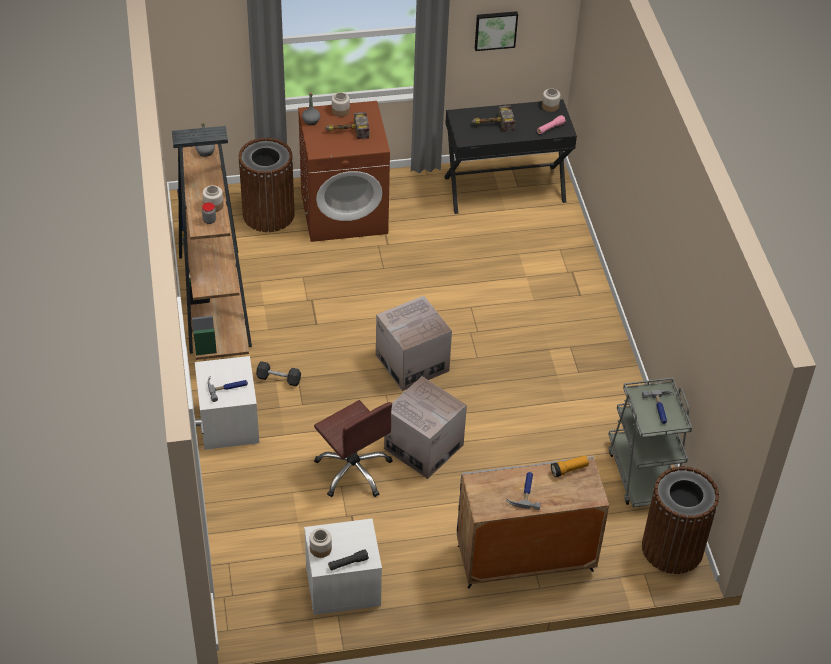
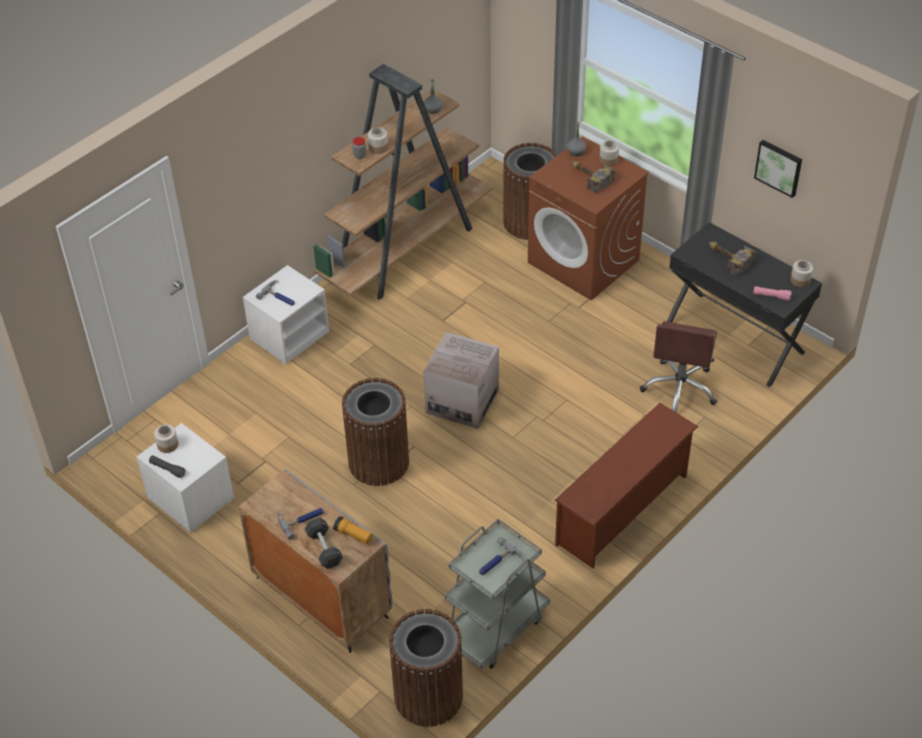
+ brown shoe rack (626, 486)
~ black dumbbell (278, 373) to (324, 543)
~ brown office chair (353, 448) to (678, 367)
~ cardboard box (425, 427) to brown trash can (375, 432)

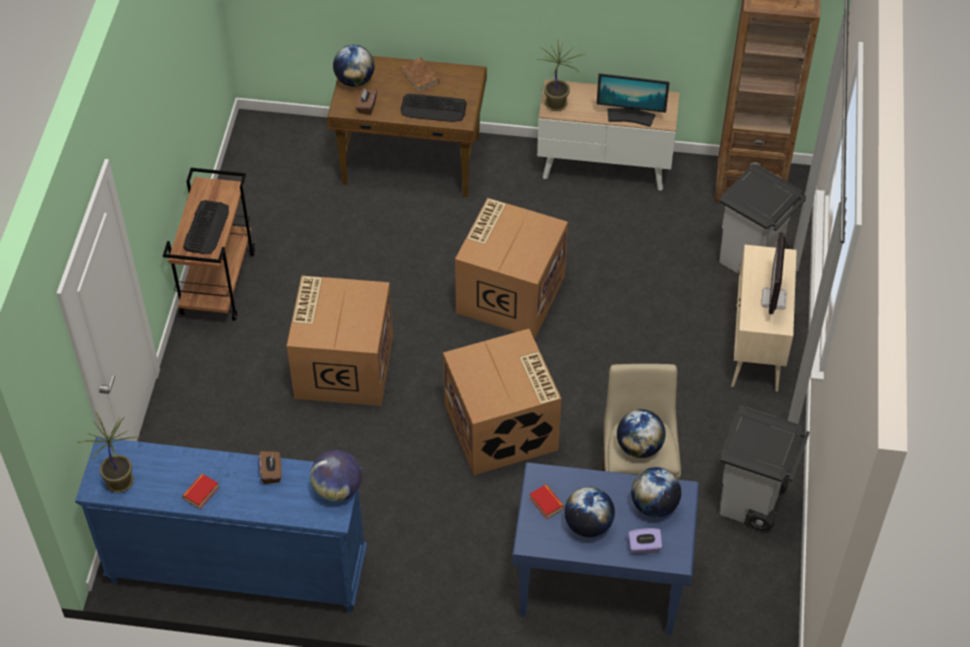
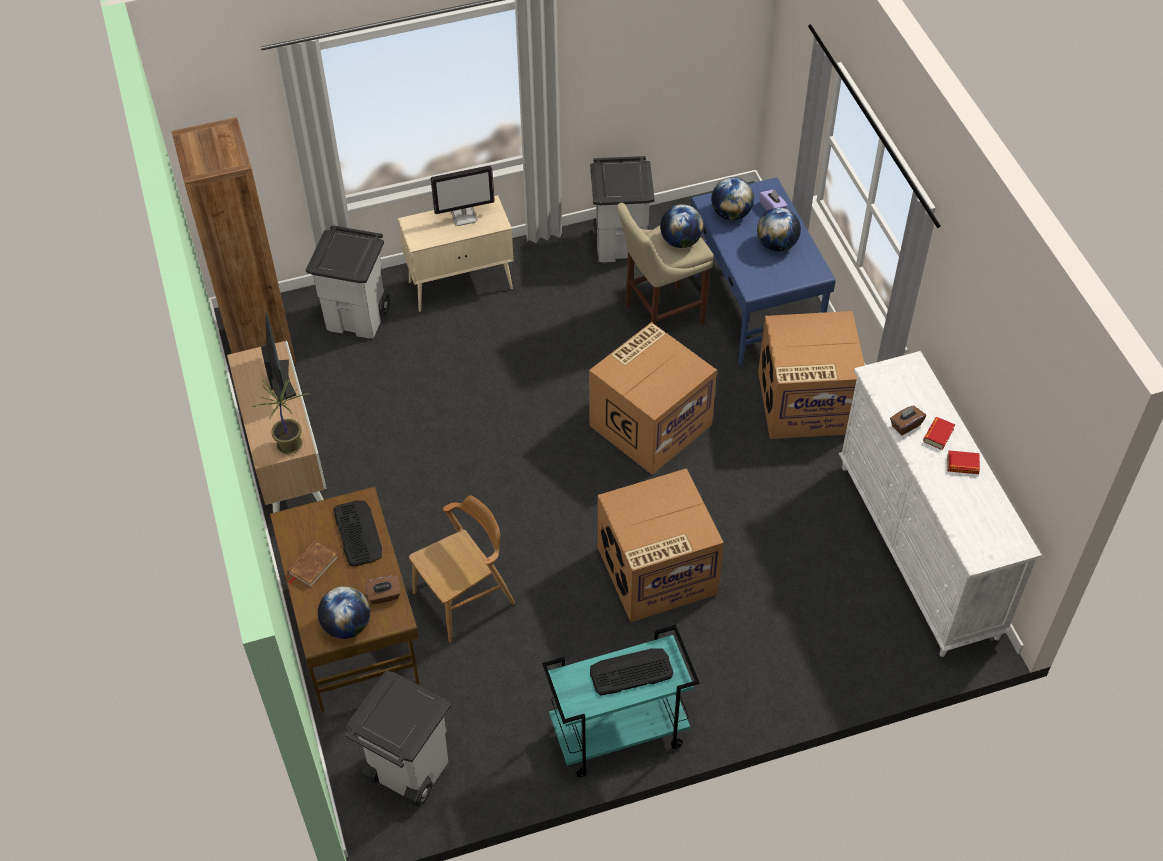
- potted plant (109, 453)
- globe (336, 476)
+ grey trash can (398, 738)
+ brown chair (462, 568)
~ cardboard box (511, 268) to (811, 375)
~ book (547, 502) to (939, 433)
~ blue dresser (221, 525) to white dresser (940, 504)
~ brown cart (209, 244) to turquoise cart (621, 701)

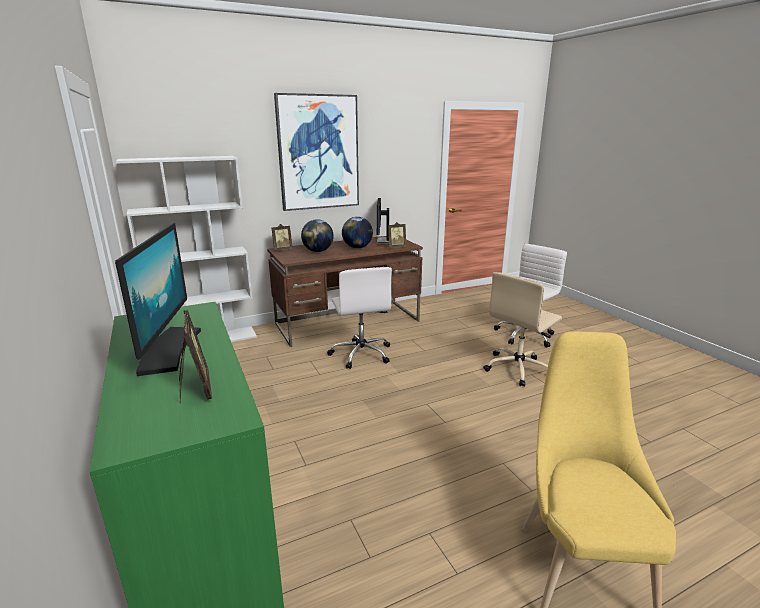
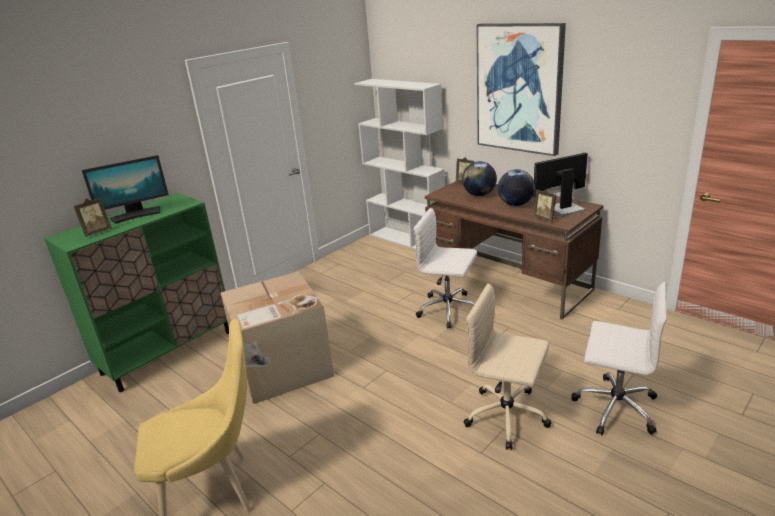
+ cardboard box (277, 338)
~ white office chair (359, 318) = (445, 268) 60 degrees clockwise

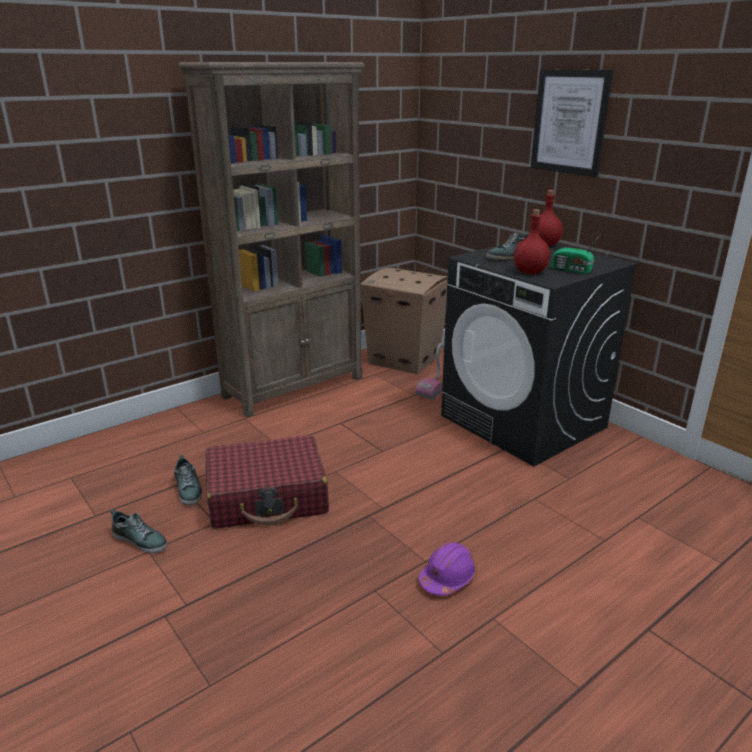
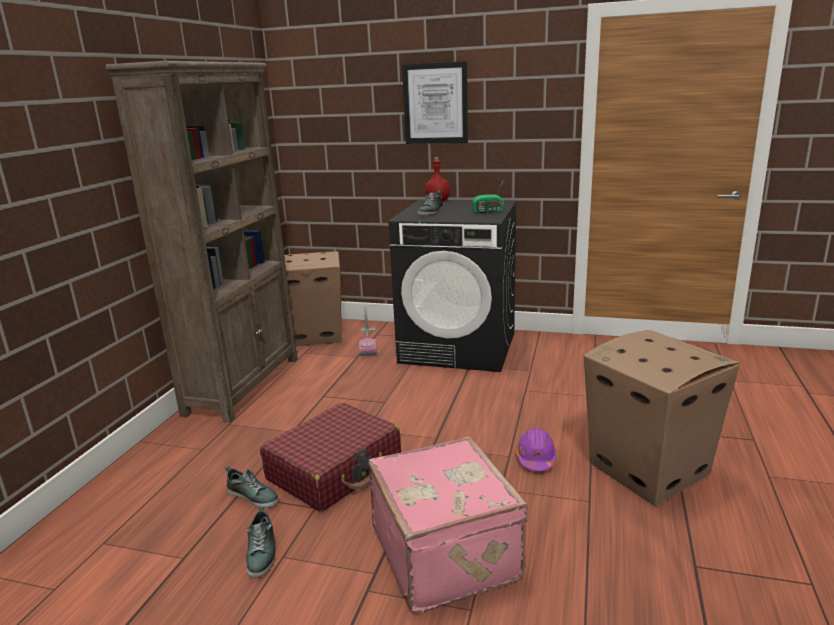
- red bottle (532, 241)
+ pink suitcase (448, 524)
+ cardboard box (661, 418)
~ shoe (139, 531) = (260, 542) 90 degrees clockwise

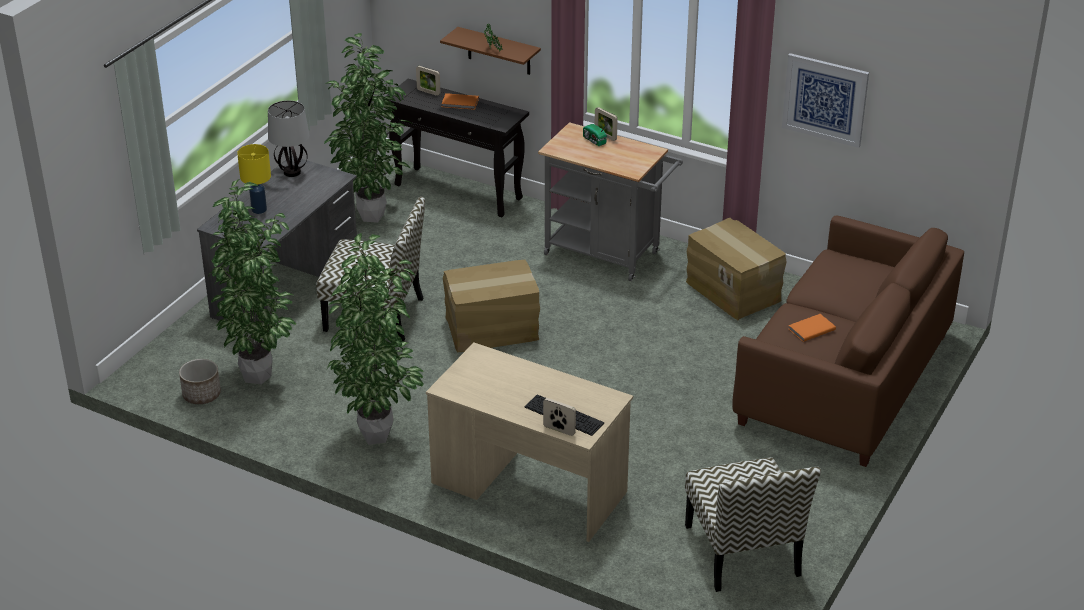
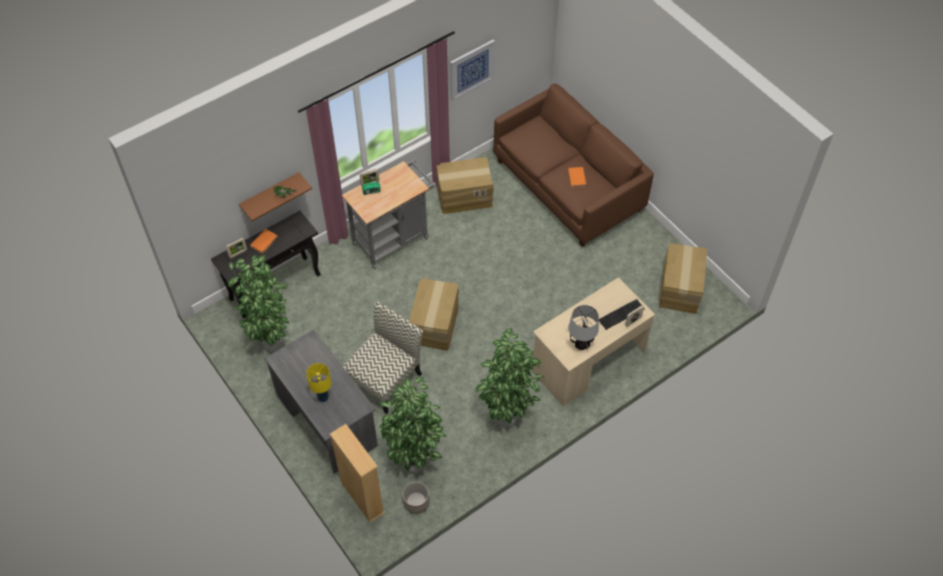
+ beige bookcase (357, 473)
~ table lamp (288, 138) to (583, 327)
~ chair (753, 524) to cardboard box (683, 278)

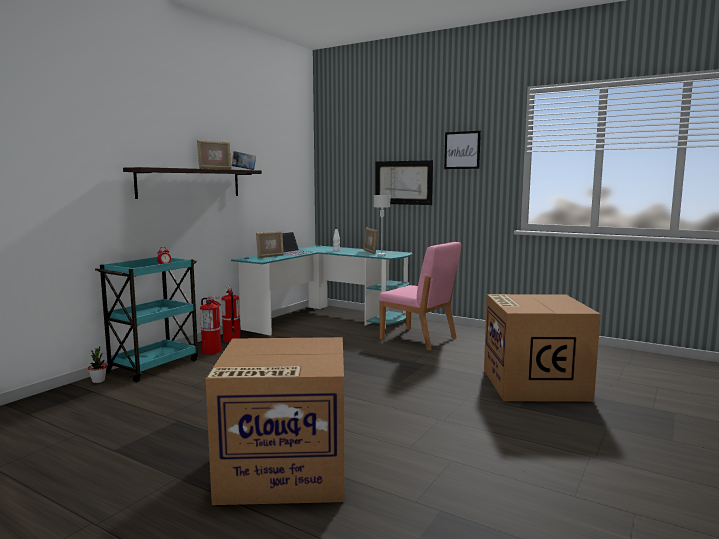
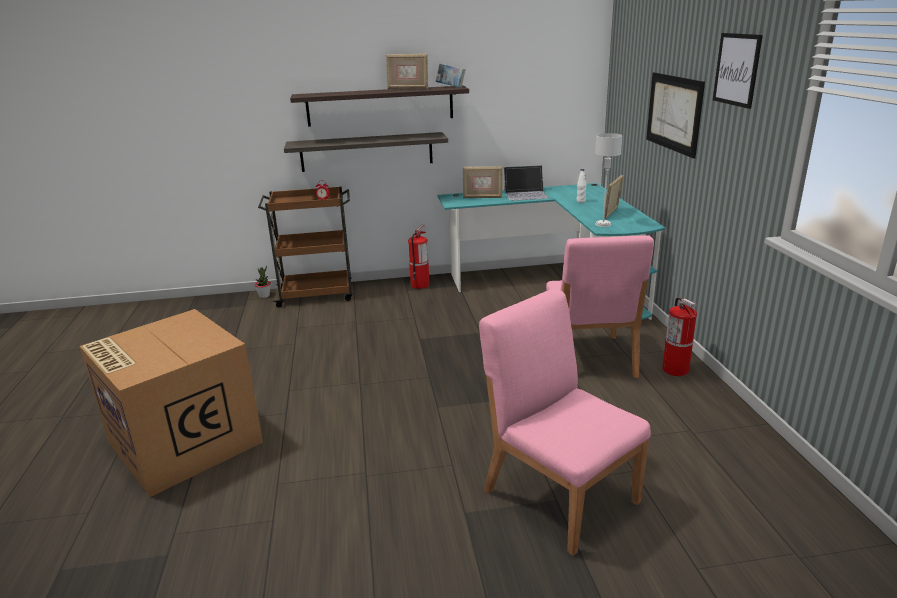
+ shelf (366, 152)
~ fire extinguisher (210, 325) to (679, 336)
~ cardboard box (542, 348) to pink chair (565, 422)
~ turquoise cart (146, 319) to brown cart (305, 246)

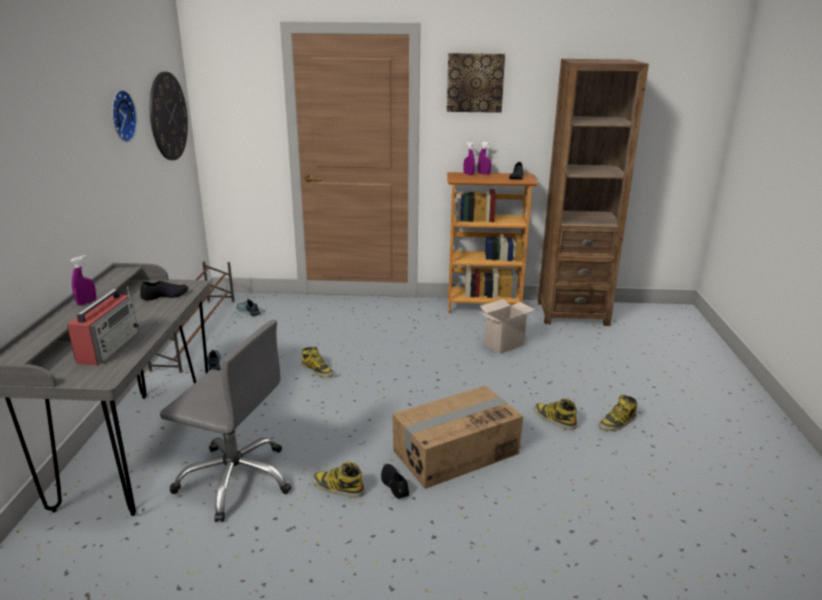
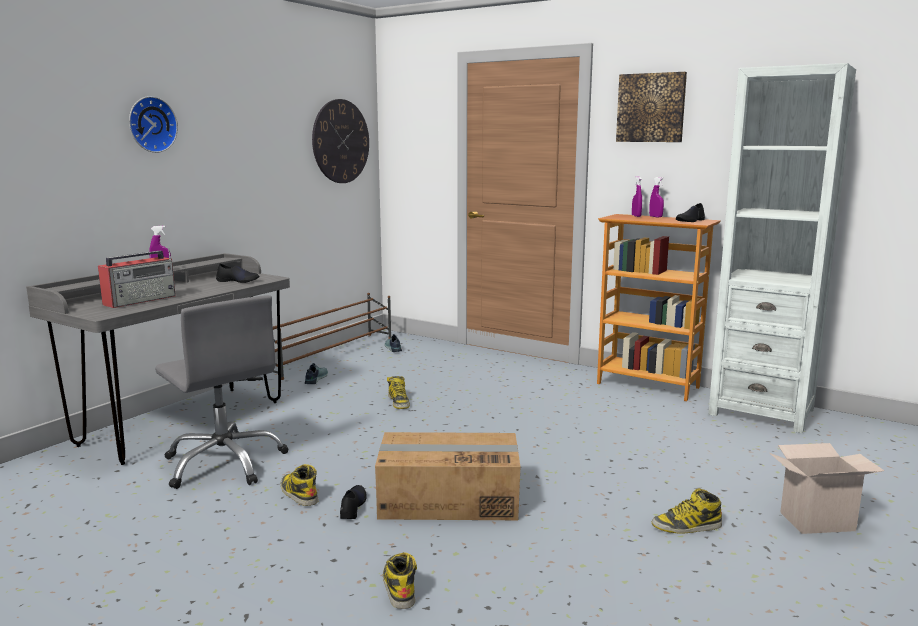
~ wall clock (124, 116) to (153, 124)
~ cardboard box (506, 326) to (827, 488)
~ boot (555, 414) to (400, 580)
~ brown bookcase (593, 192) to white bookcase (782, 248)

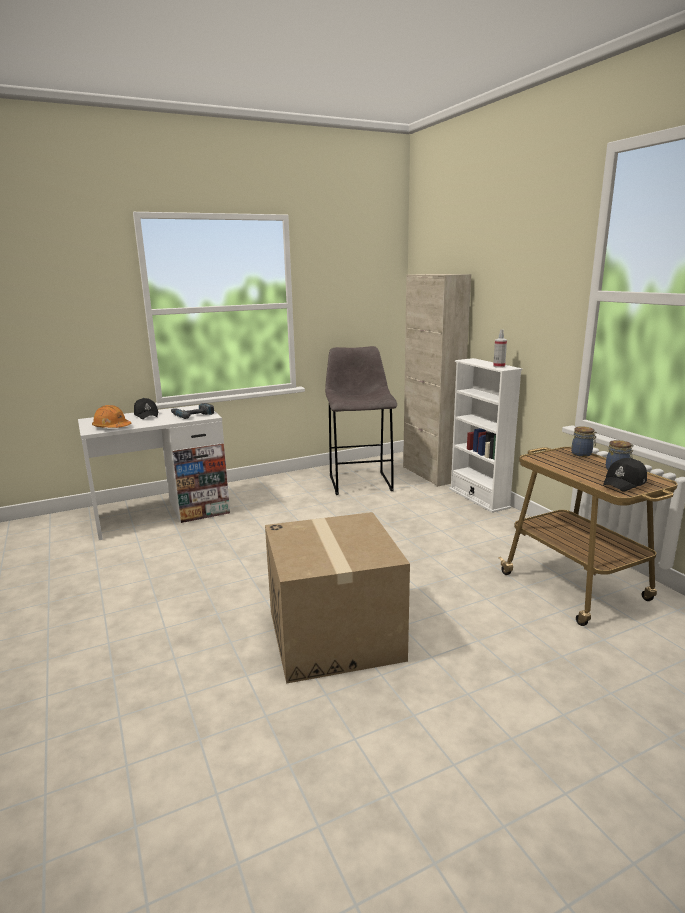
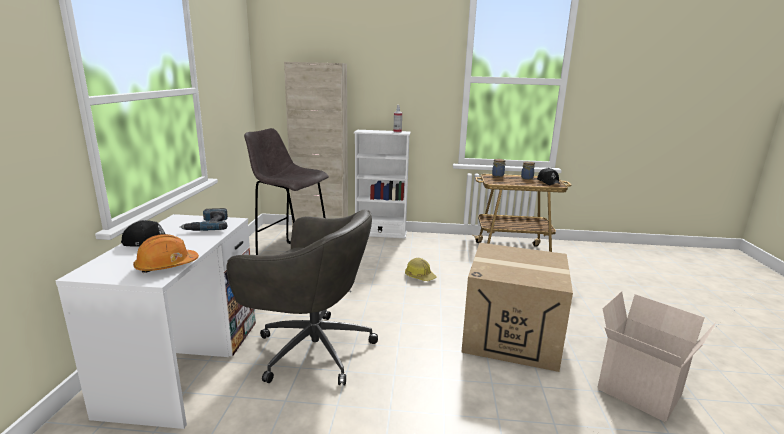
+ grey office chair (302, 297)
+ hard hat (420, 269)
+ cardboard box (657, 356)

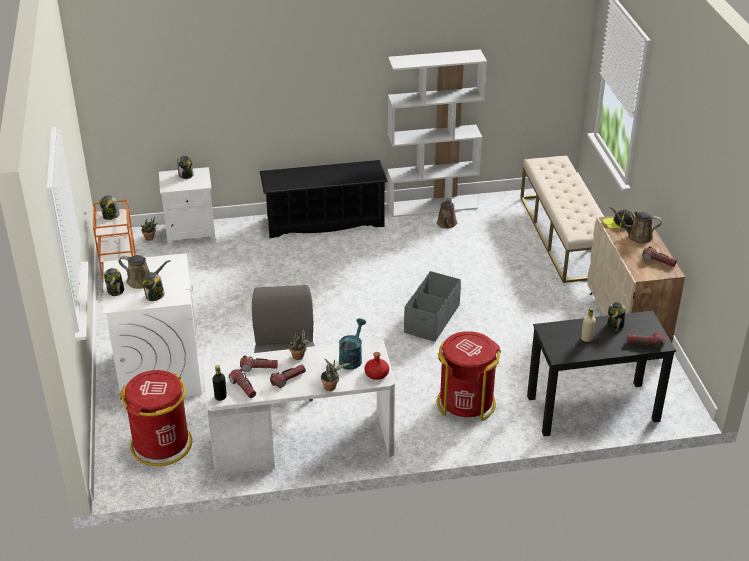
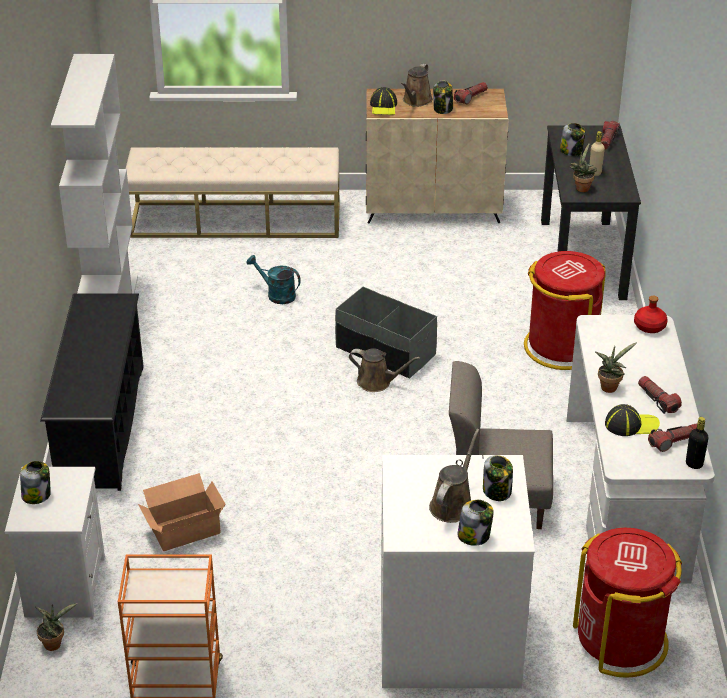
+ cardboard box (182, 512)
~ jar (110, 208) to (443, 97)
~ potted plant (336, 374) to (583, 168)
~ turquoise watering can (352, 344) to (273, 279)
~ brown watering can (447, 213) to (384, 370)
~ flashlight (259, 363) to cap (632, 420)

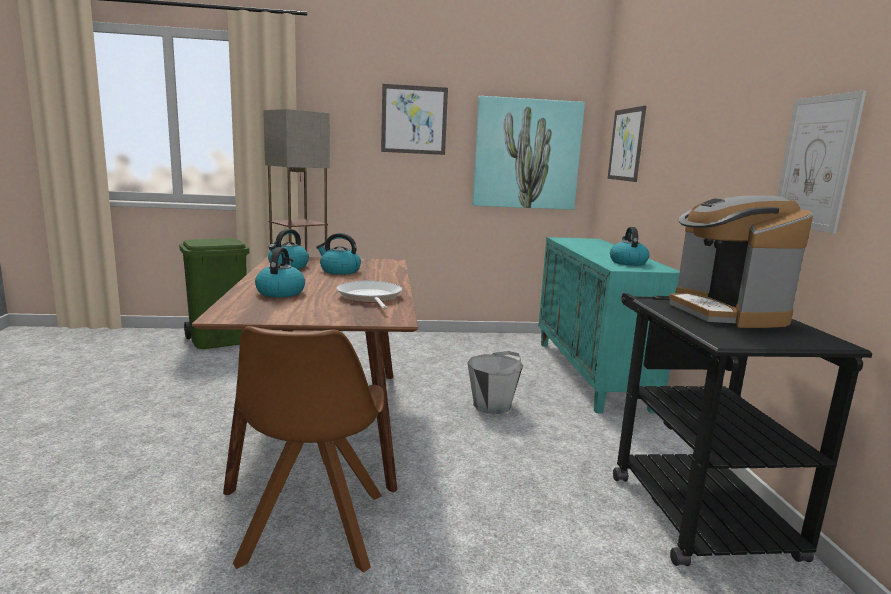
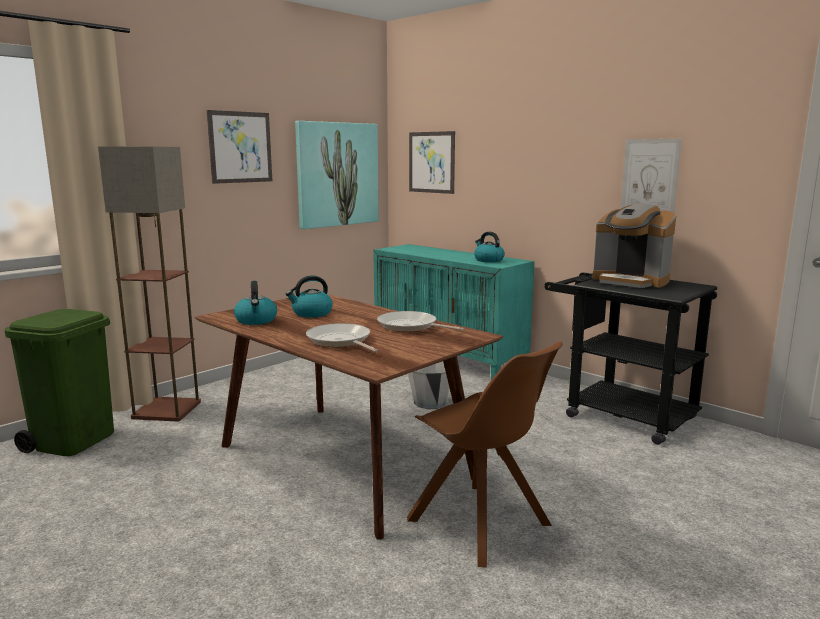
~ kettle (280, 272) to frying pan (342, 337)

